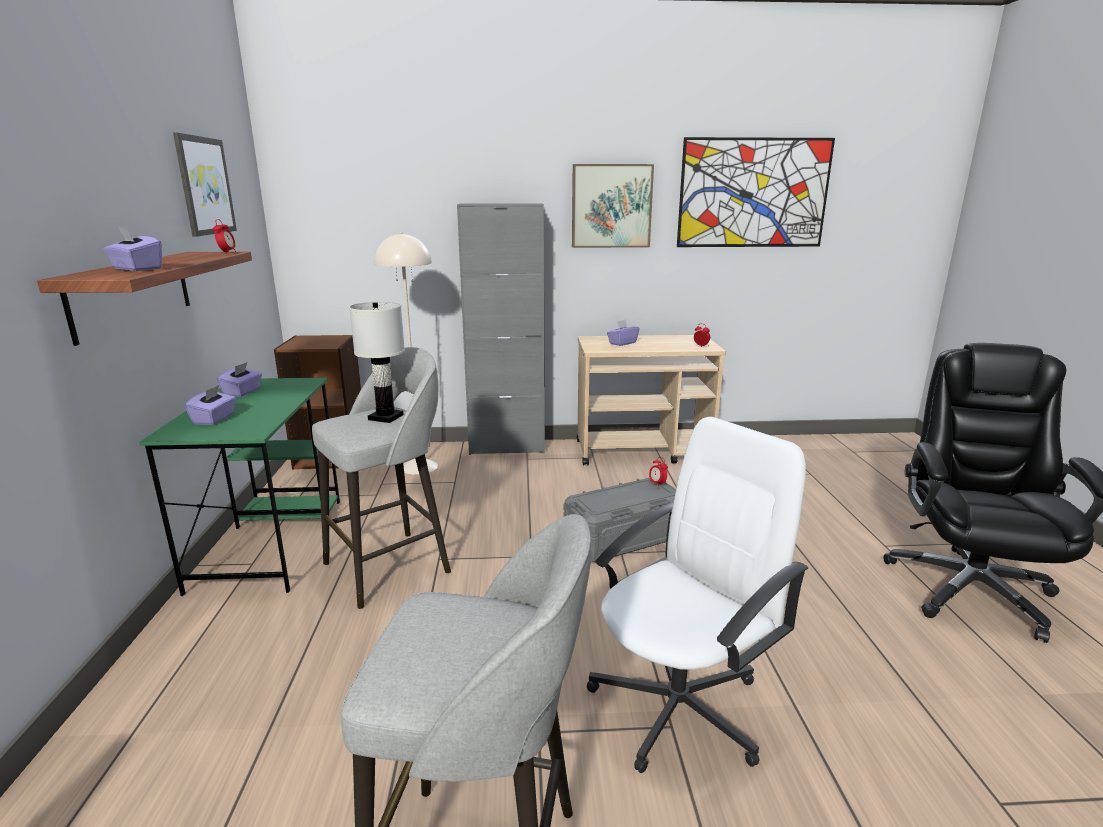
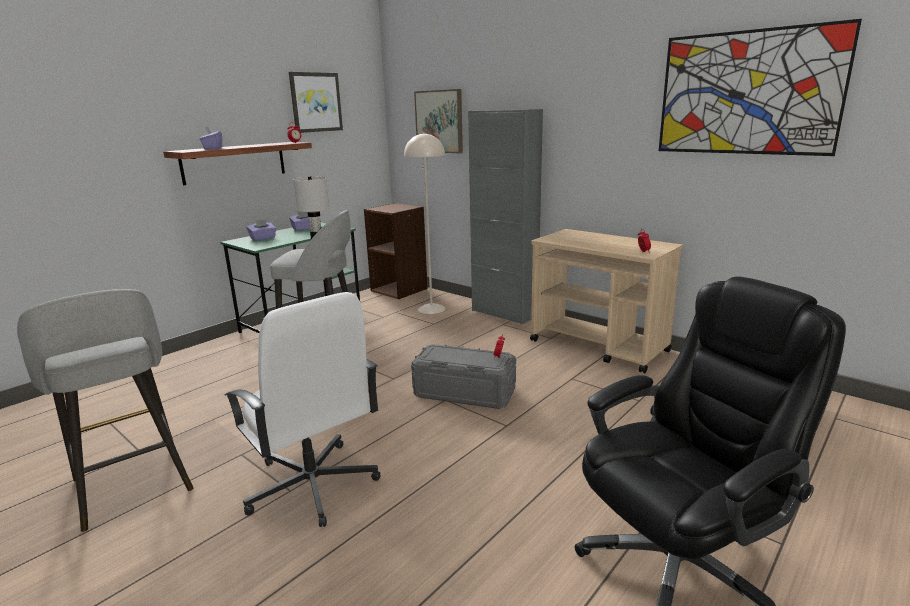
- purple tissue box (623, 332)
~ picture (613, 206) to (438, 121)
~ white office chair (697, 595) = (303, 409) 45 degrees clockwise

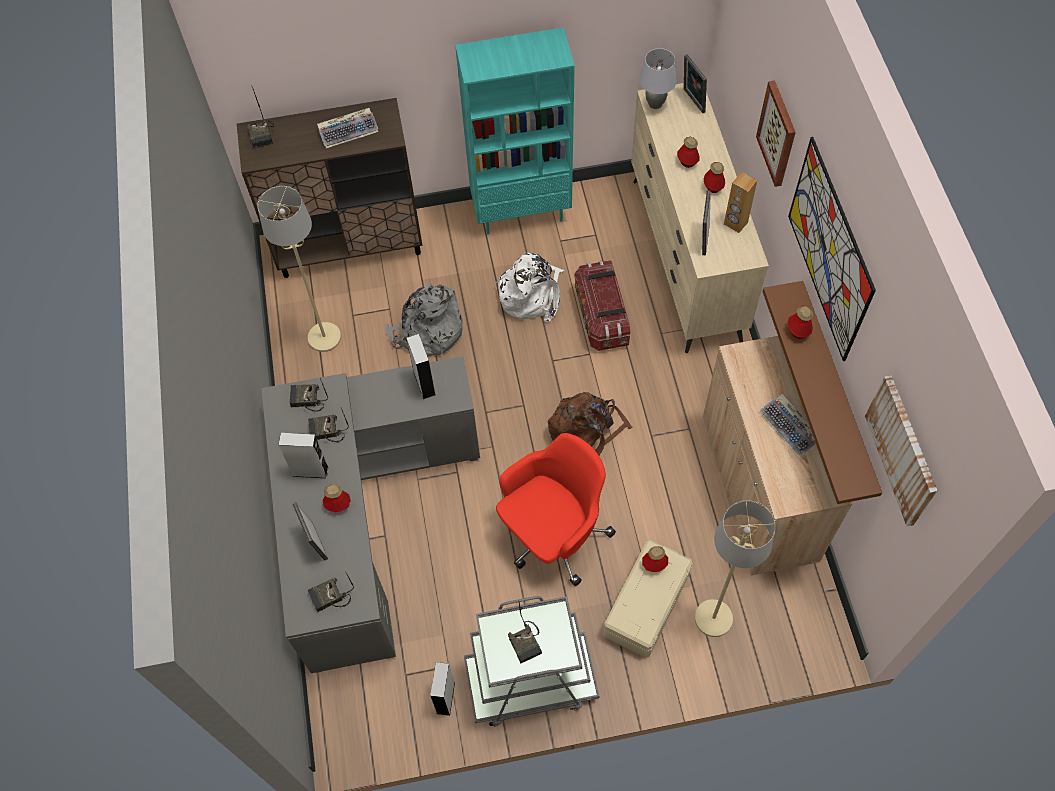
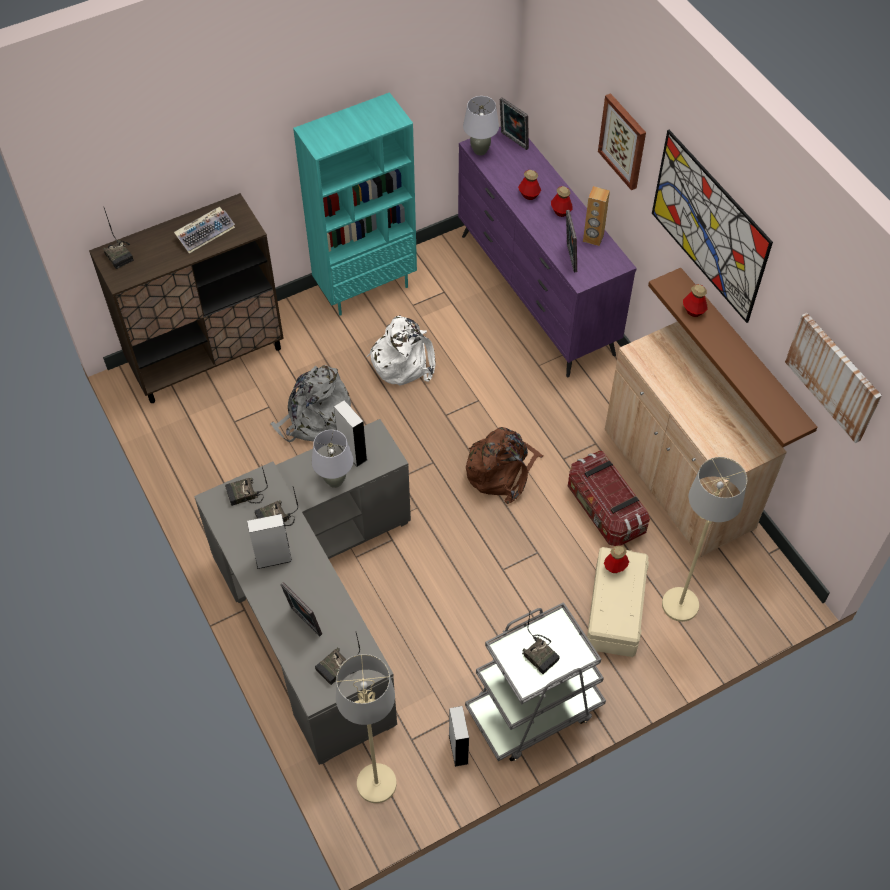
- bottle (337, 498)
- red office chair (556, 509)
- keyboard (788, 425)
+ grey table lamp (333, 459)
~ beige floor lamp (299, 269) to (366, 728)
~ storage box (602, 305) to (609, 498)
~ beige dresser (700, 218) to purple dresser (547, 252)

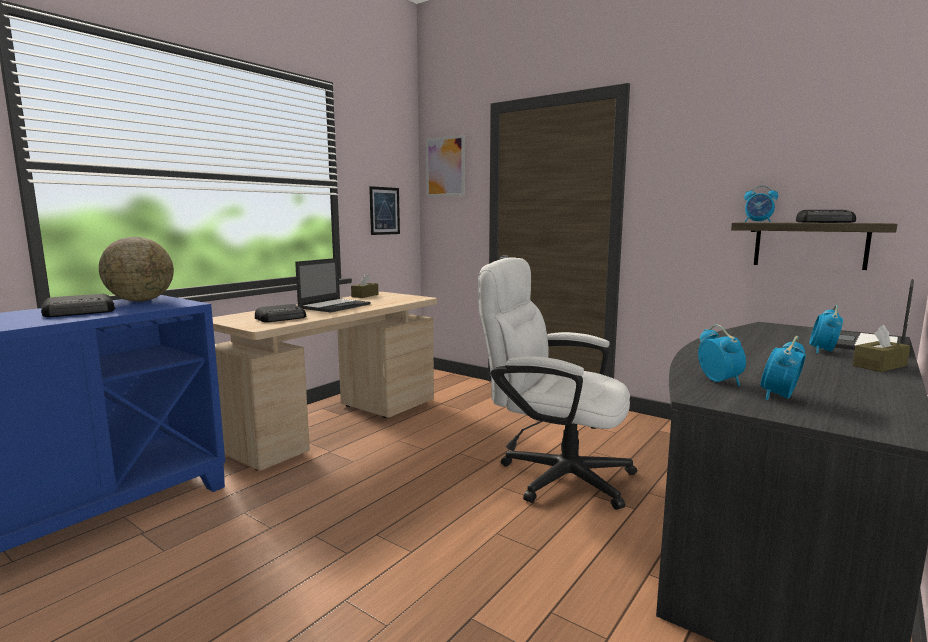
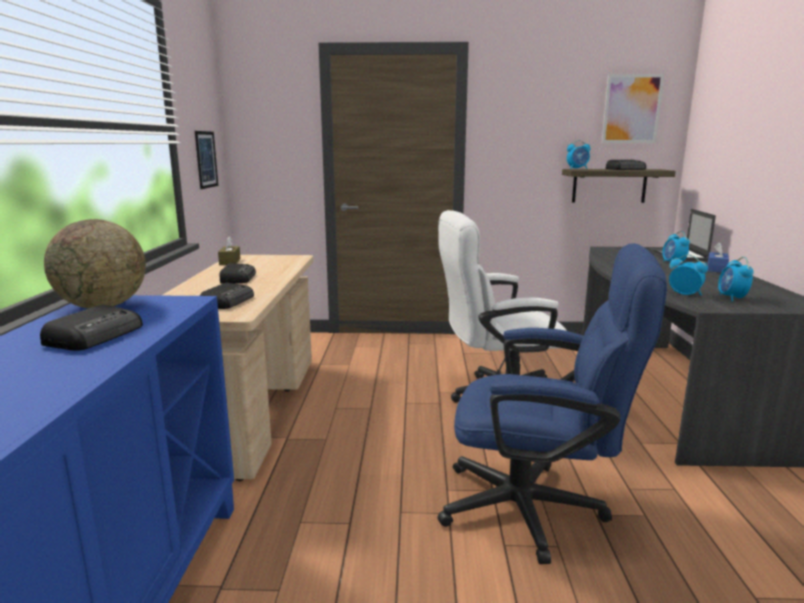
+ blue office chair (552, 403)
~ picture (445, 166) to (633, 108)
~ laptop (333, 285) to radio (238, 273)
~ brown tissue box (881, 348) to blue tissue box (718, 257)

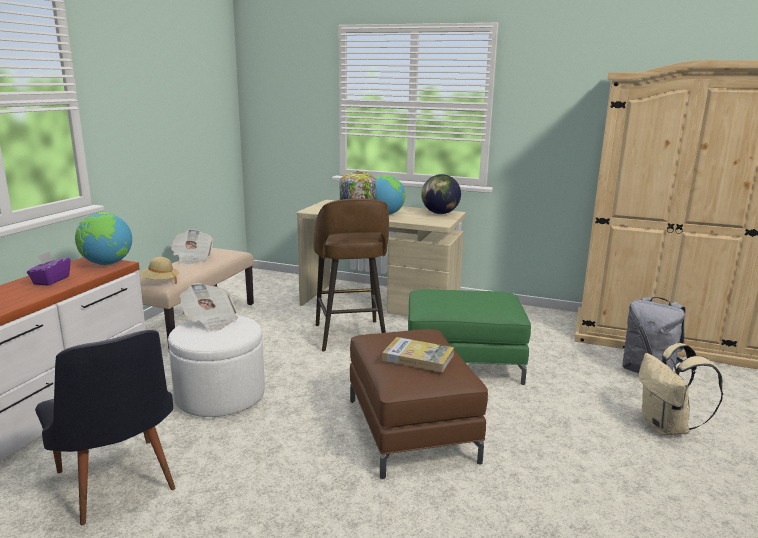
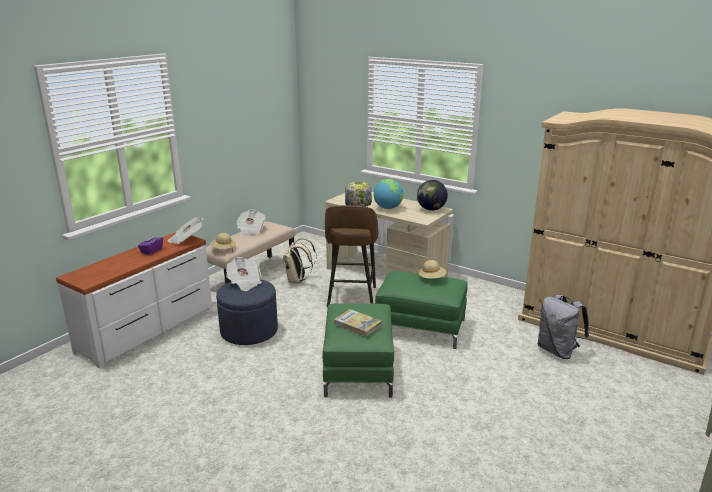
- black chair (105, 427)
+ beige hat (432, 269)
~ beige backpack (681, 389) to (300, 260)
~ globe (103, 238) to newspaper (186, 230)
~ white ottoman (216, 366) to blue ottoman (247, 312)
~ brown ottoman (419, 404) to green ottoman (358, 350)

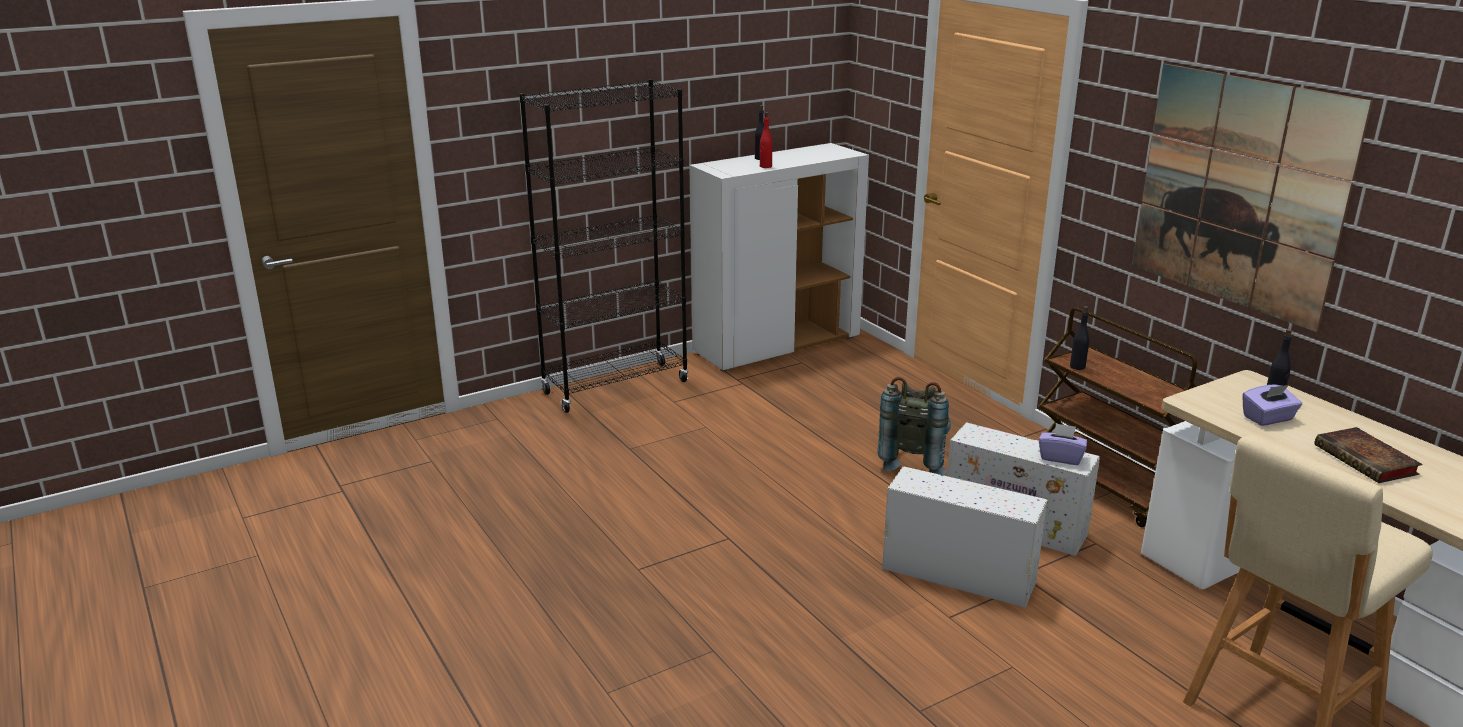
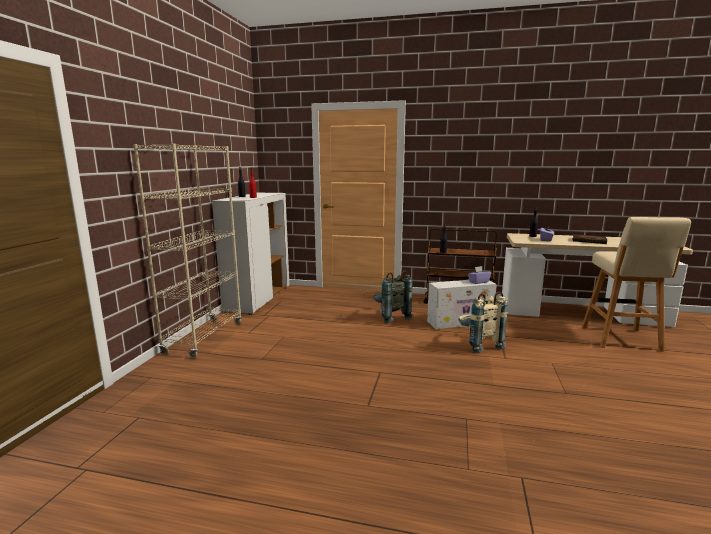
- picture (1252, 198)
~ white storage box (964, 537) to beige backpack (483, 322)
~ black bookcase (604, 246) to beige bookcase (187, 251)

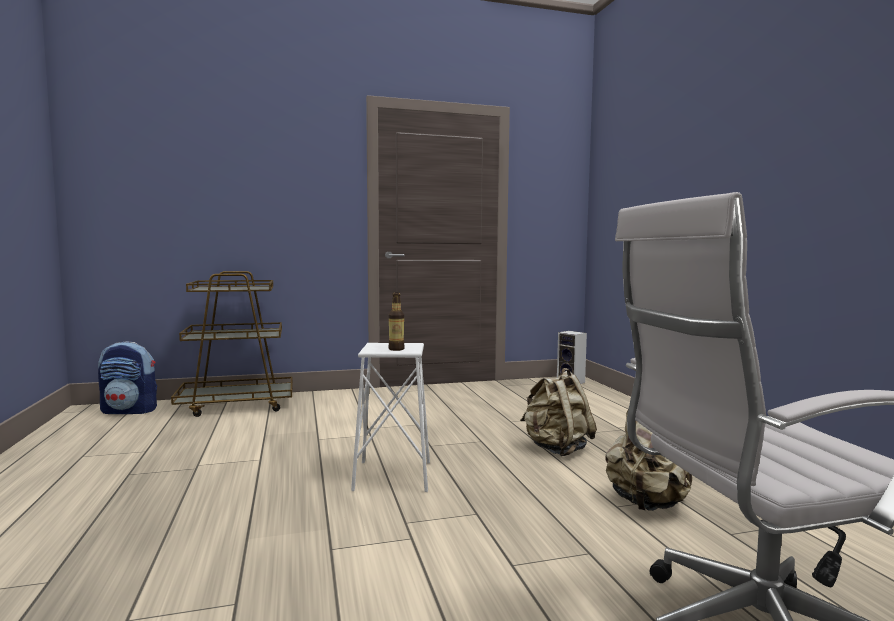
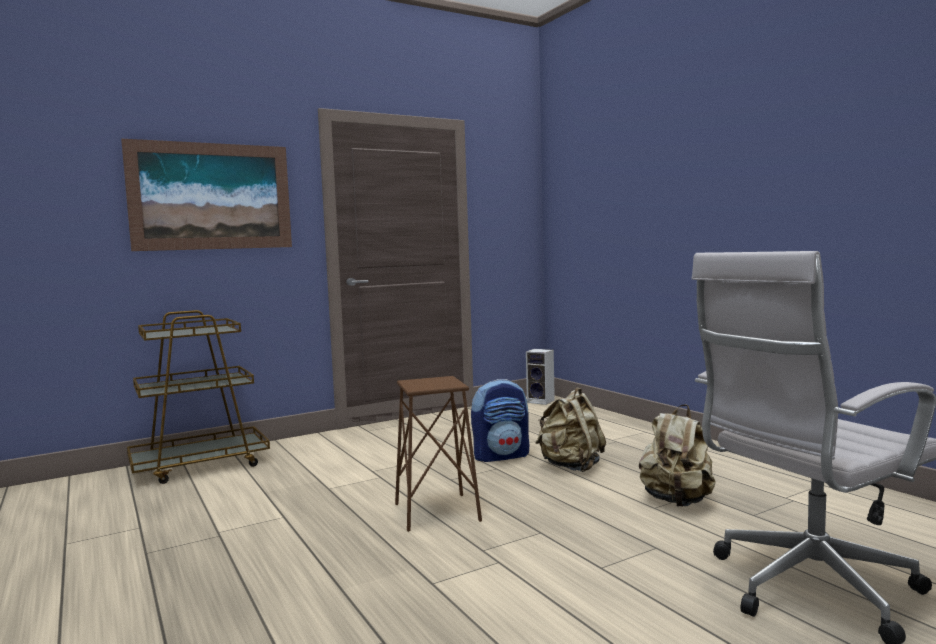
- bottle (396, 321)
+ picture (206, 195)
~ backpack (127, 377) to (500, 420)
~ white stool (390, 417) to brown stool (438, 454)

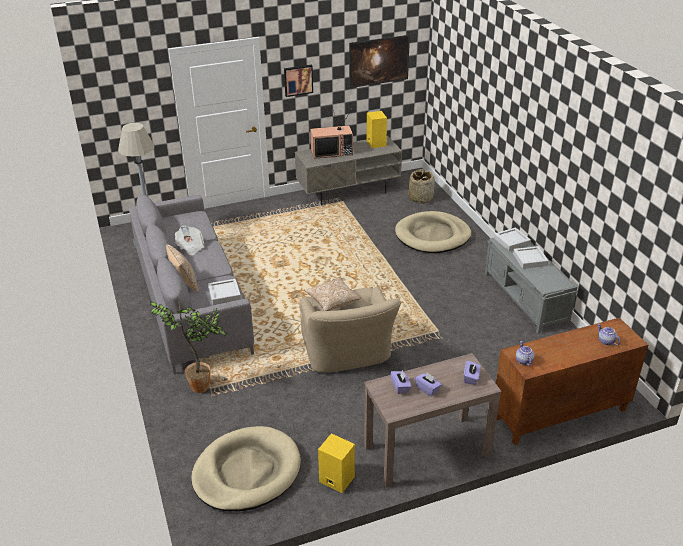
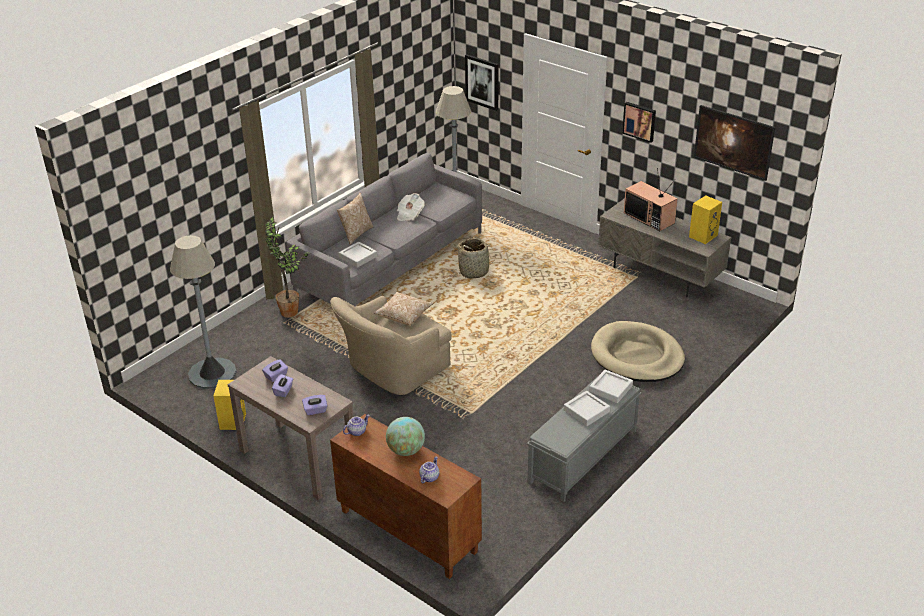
+ globe (405, 436)
+ picture (481, 82)
~ basket (421, 186) to (475, 258)
~ beige dog bed (246, 468) to grey floor lamp (203, 312)

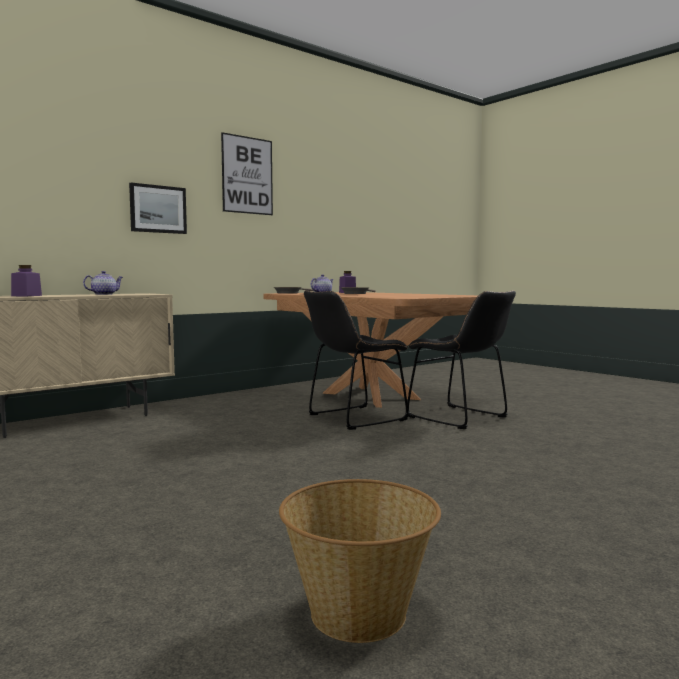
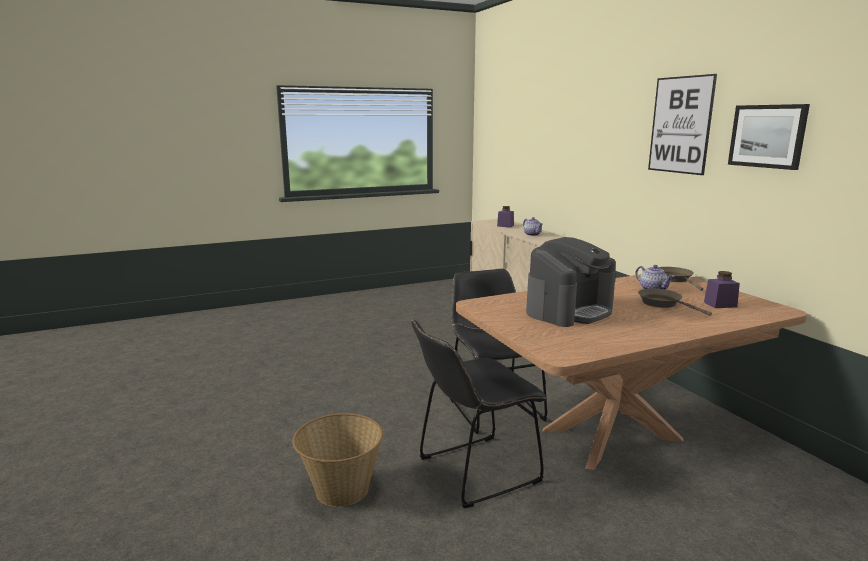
+ coffee machine (571, 282)
~ picture (158, 208) to (769, 137)
~ basket (360, 561) to (338, 460)

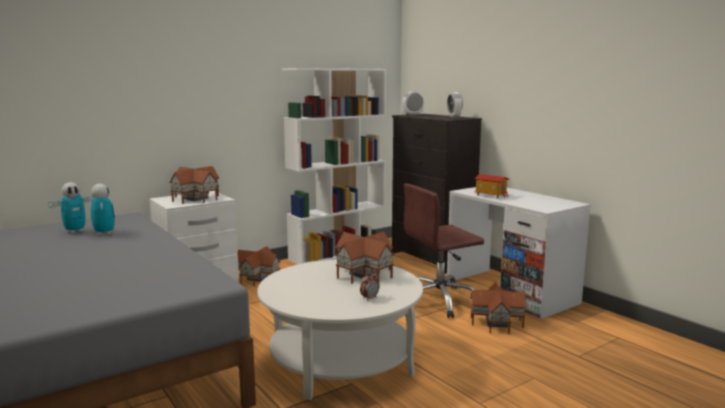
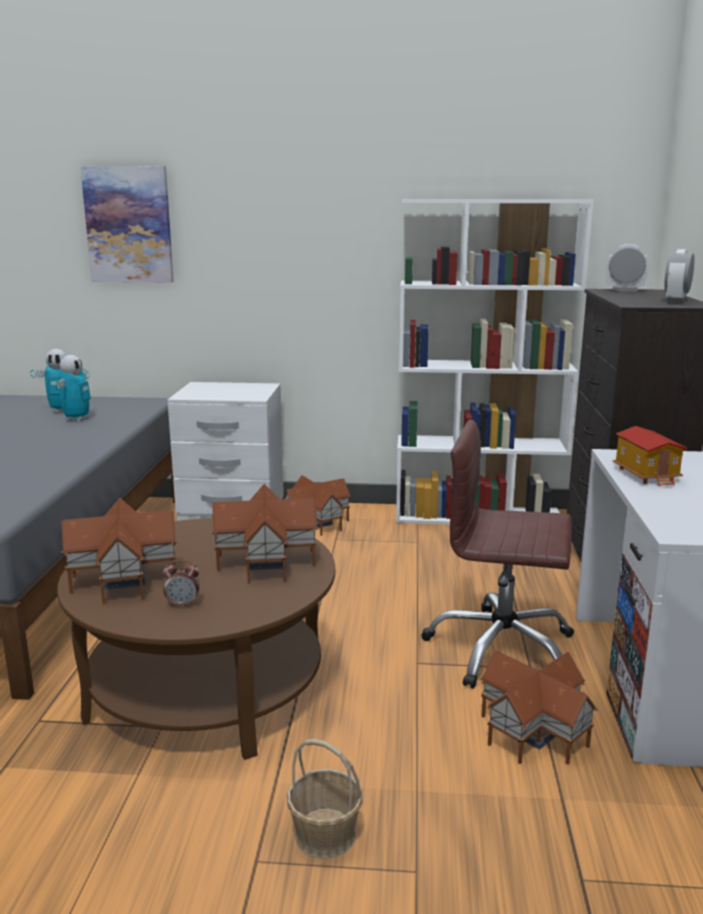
+ picture (127, 224)
+ basket (325, 799)
~ toy house (194, 185) to (119, 550)
~ white coffee table (340, 330) to brown coffee table (196, 639)

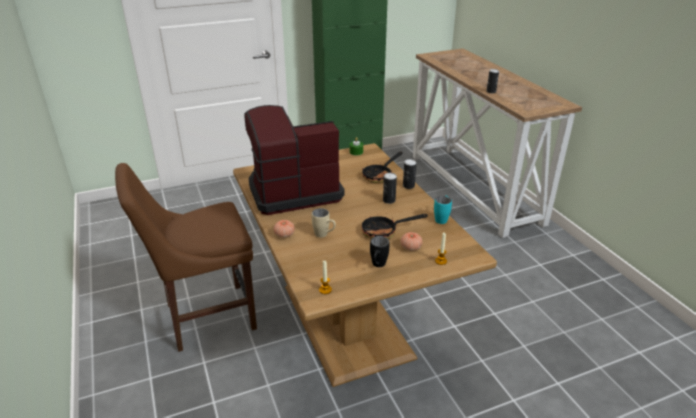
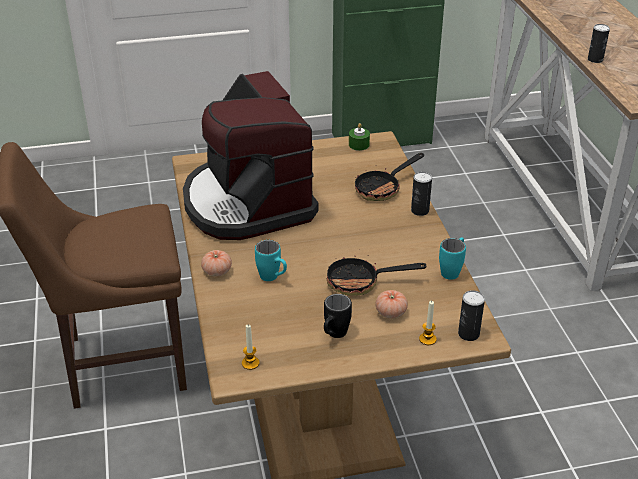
~ can (390, 188) to (471, 315)
~ beige mug (324, 222) to turquoise mug (271, 260)
~ coffee machine (295, 160) = (250, 155) 105 degrees counterclockwise

